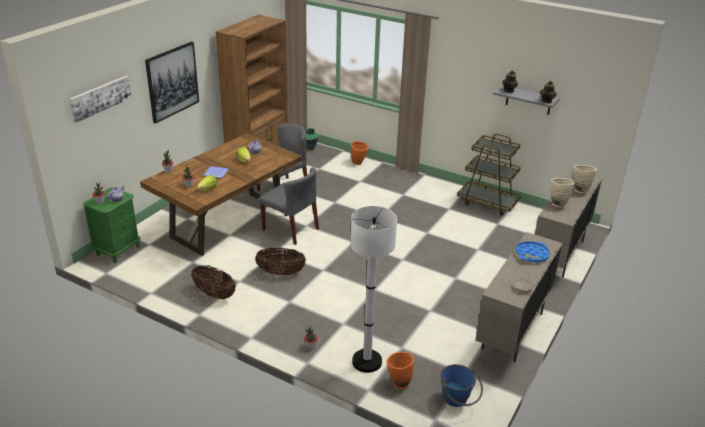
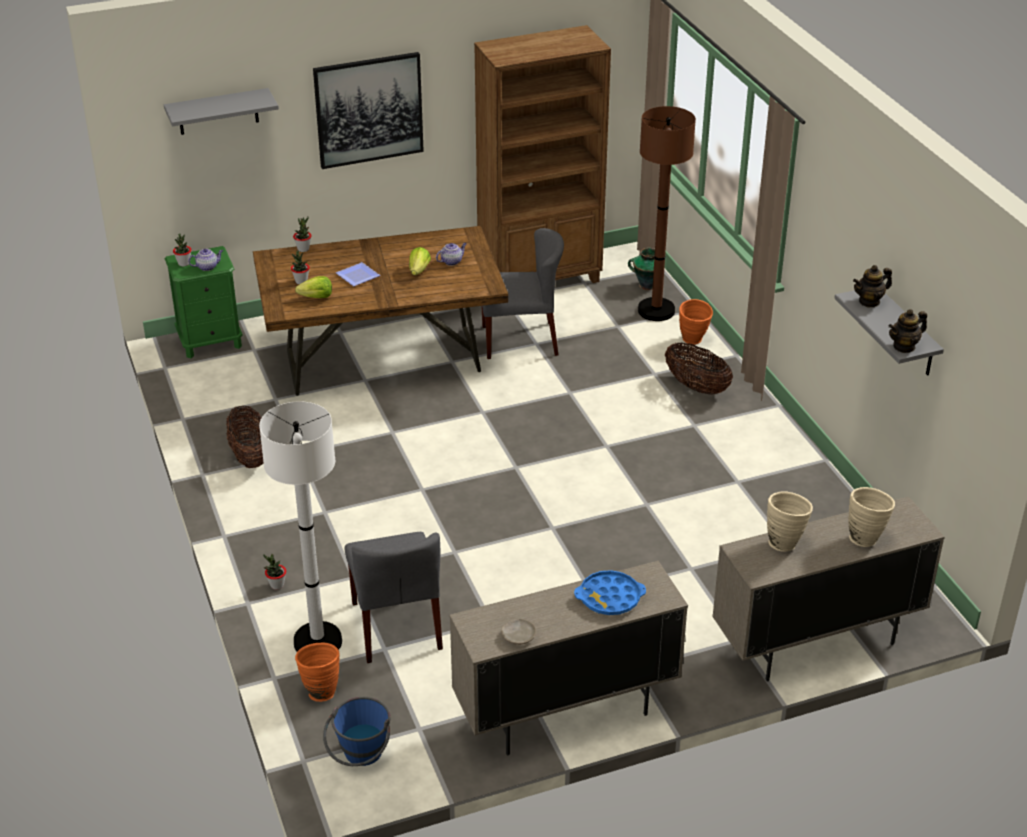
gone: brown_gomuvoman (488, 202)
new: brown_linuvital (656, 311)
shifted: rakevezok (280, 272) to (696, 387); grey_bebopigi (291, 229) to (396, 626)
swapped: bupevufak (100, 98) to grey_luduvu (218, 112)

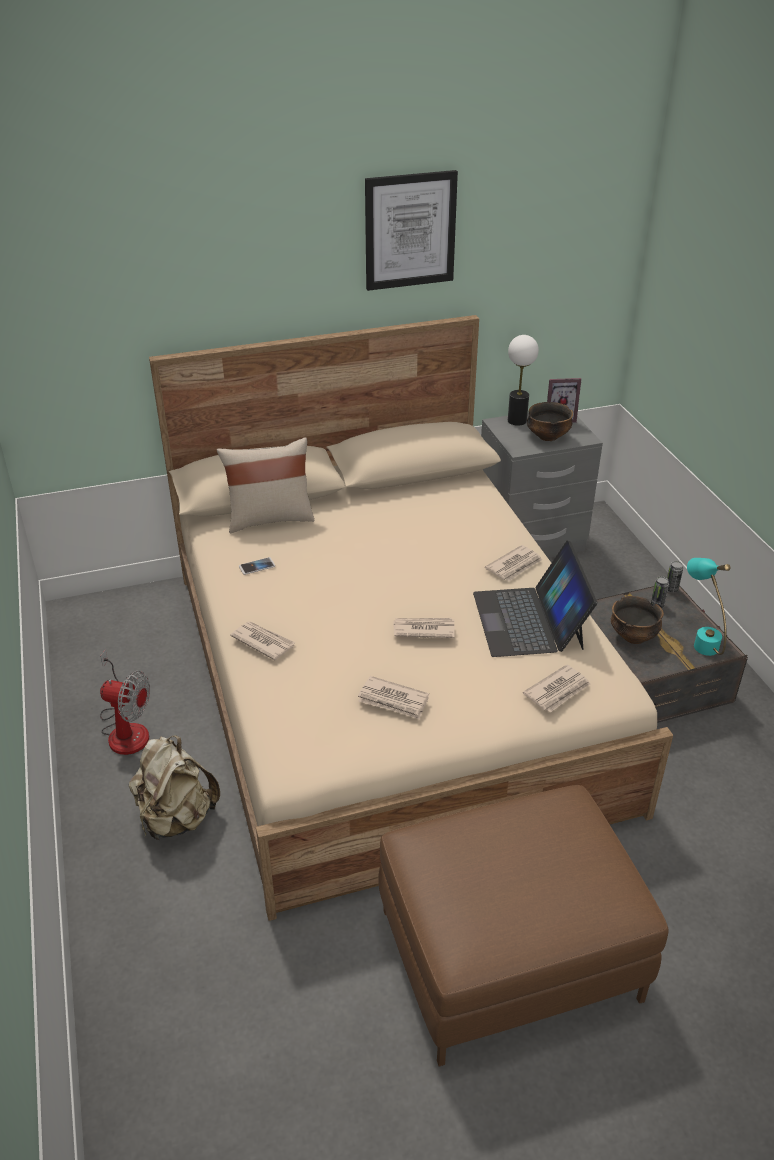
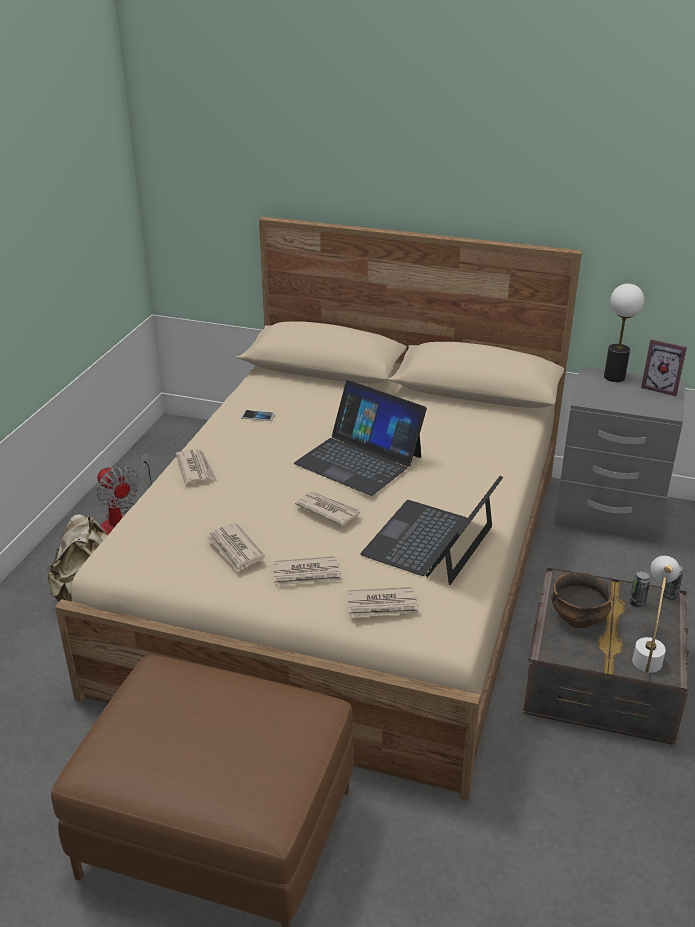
gone: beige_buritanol (270, 518); bupevufak (410, 230); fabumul (547, 437)
new: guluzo (359, 460)
shifted: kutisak (515, 566) to (307, 574)
repainted: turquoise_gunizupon (700, 639) to white_gunizupon (648, 652)

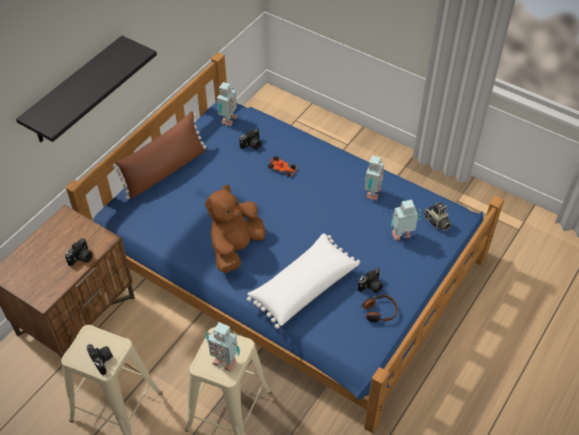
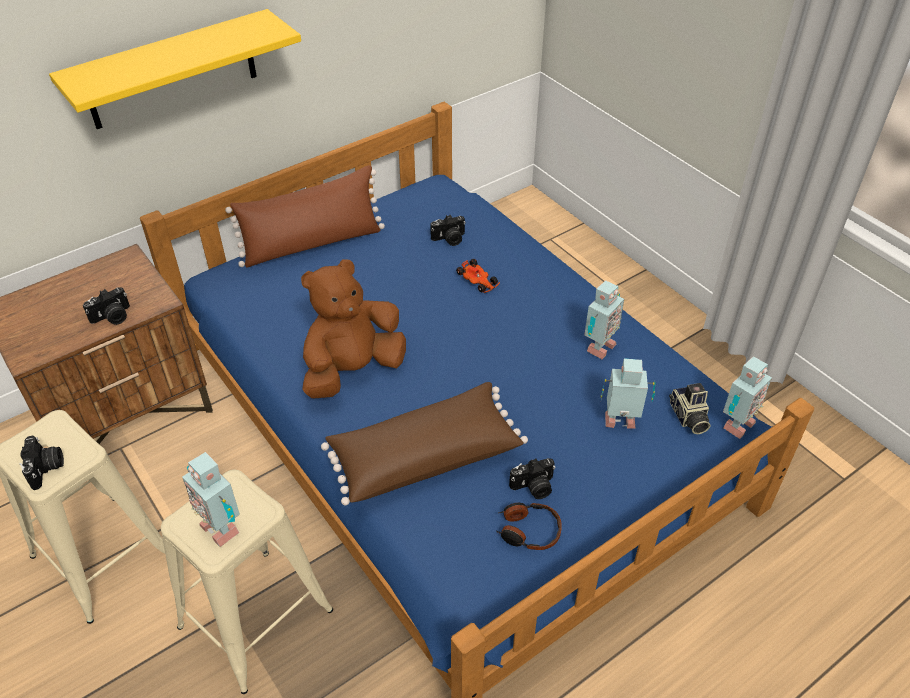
shifted: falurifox (227, 120) to (735, 425)
repainted: black_luduvu (75, 91) to yellow_luduvu (171, 70); white_buritanol (303, 287) to brown_buritanol (424, 455)

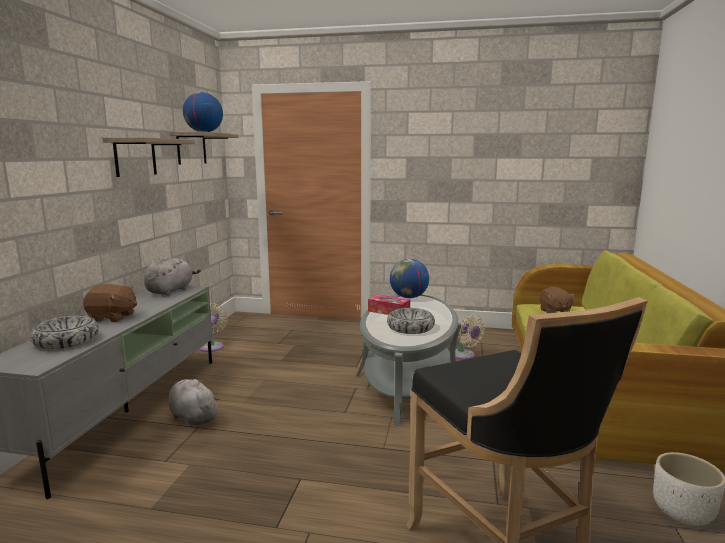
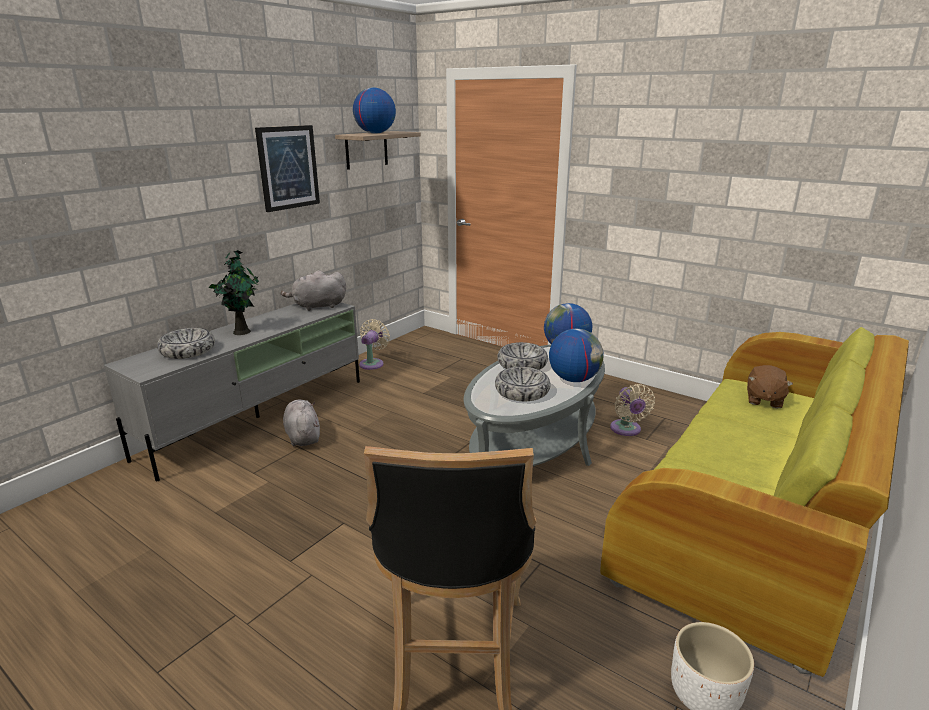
new: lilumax (574, 379)
swapped: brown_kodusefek (112, 317) to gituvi (242, 331); luduvu (135, 157) to bupevufak (288, 167); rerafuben (389, 311) to fabumul (522, 364)
rotated: grey_kodusefek (171, 290) = (317, 306) 150 degrees counterclockwise

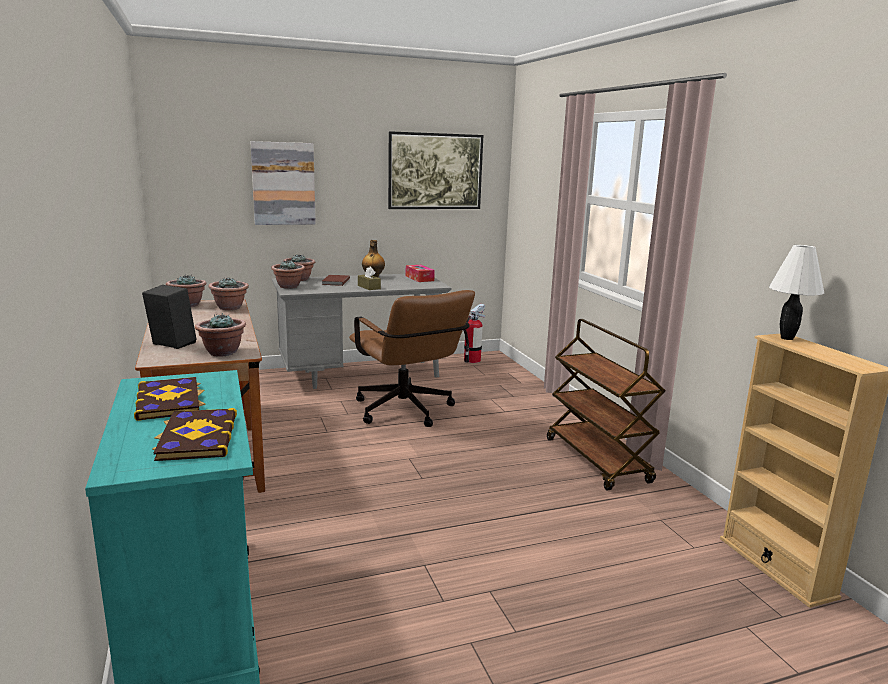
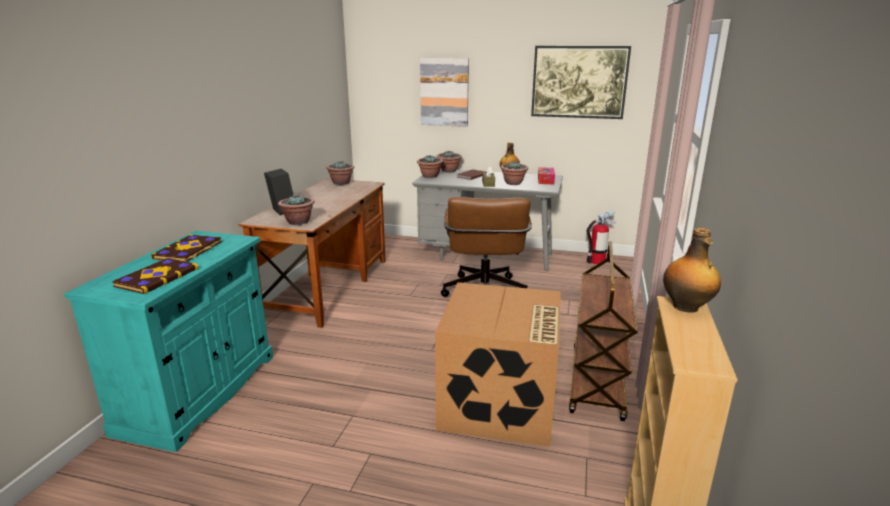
new: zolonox (500, 404)
shifted: gituvi (230, 308) to (513, 183)
swapped: white_gunizupon (787, 338) to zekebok (686, 307)

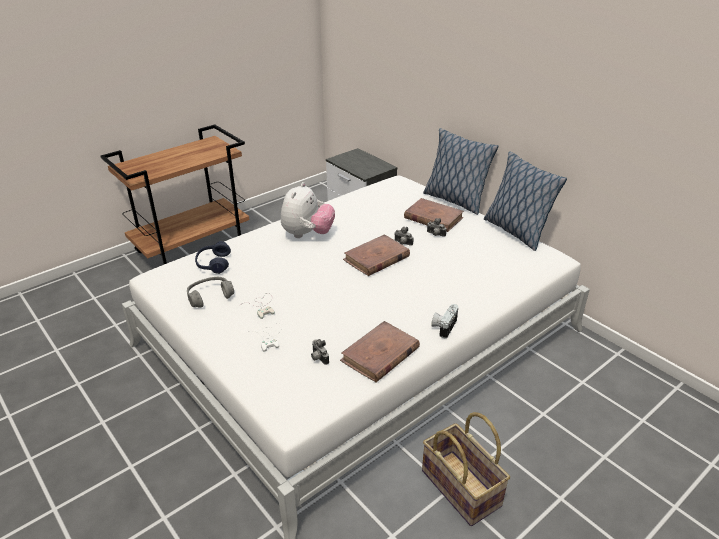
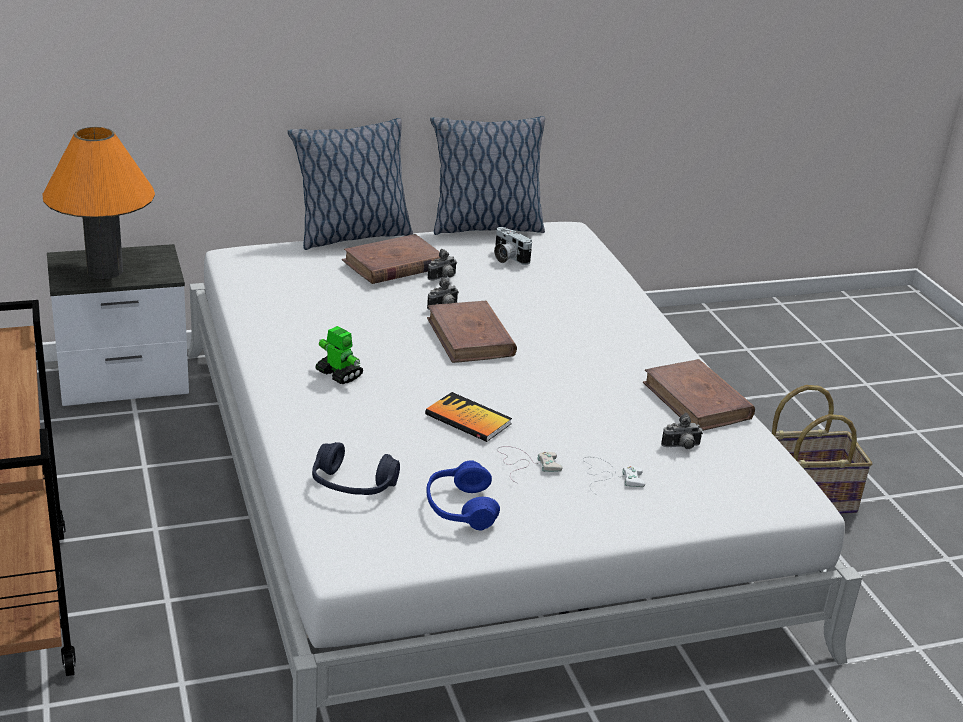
new: orange_gunizupon (105, 271); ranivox (468, 419)
shifted: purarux (443, 326) to (507, 258)
swapped: kodusefek (307, 234) to falurifox (338, 374)
repainted: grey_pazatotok (210, 296) to blue_pazatotok (460, 508)

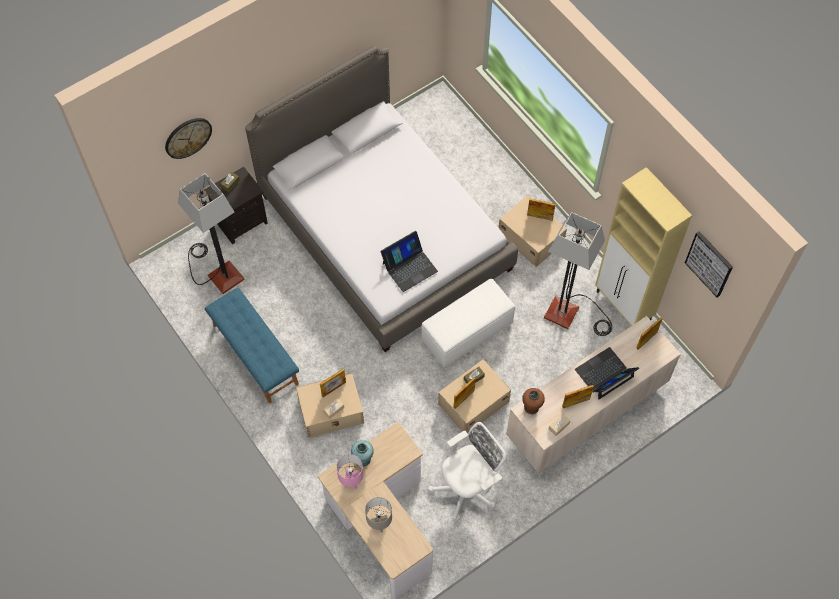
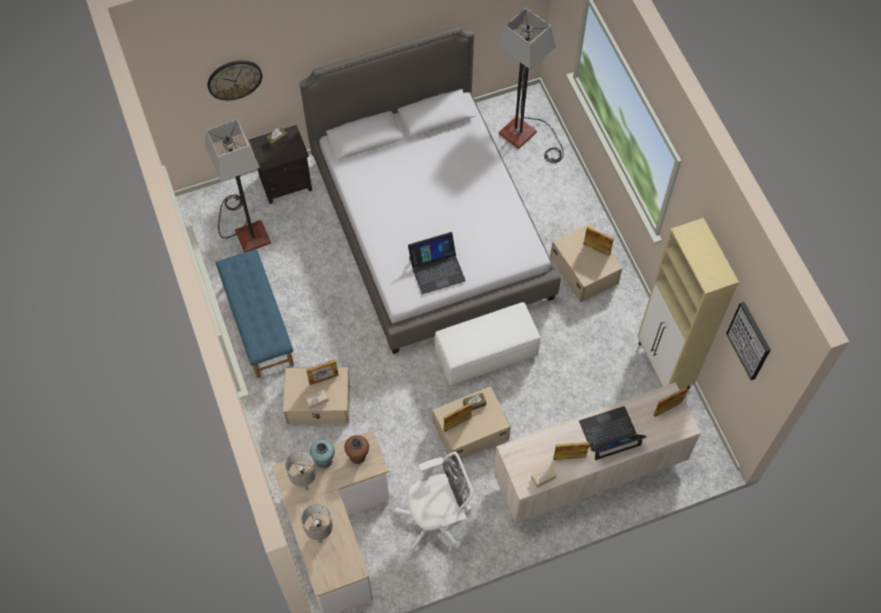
shifted: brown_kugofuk (531, 407) to (357, 456); linuvital (571, 314) to (527, 137)
repainted: pink_gunizupon (351, 483) to grey_gunizupon (304, 482)

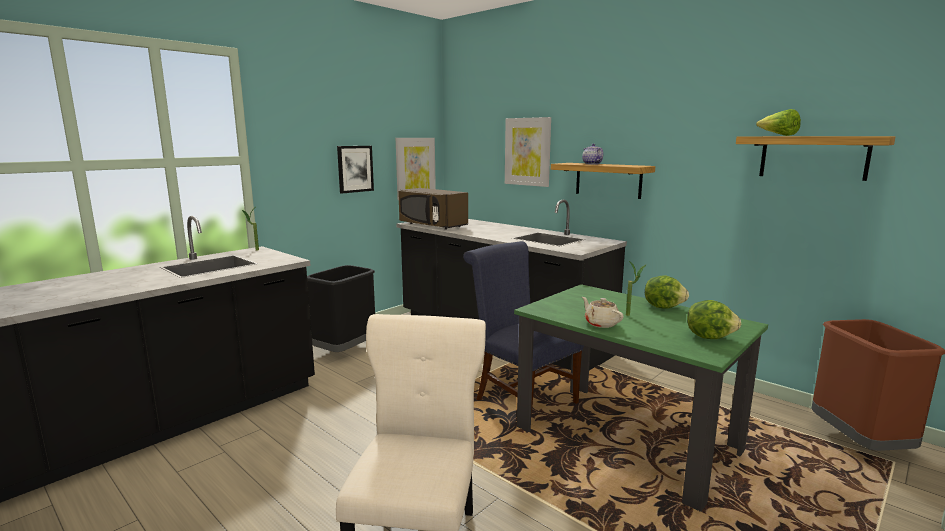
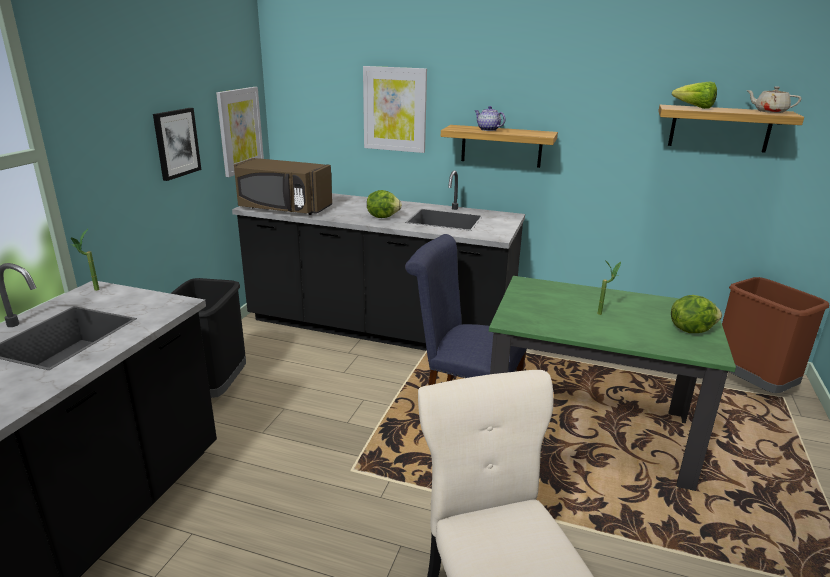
shifted: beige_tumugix (601, 323) to (769, 111); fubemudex (663, 307) to (383, 216)

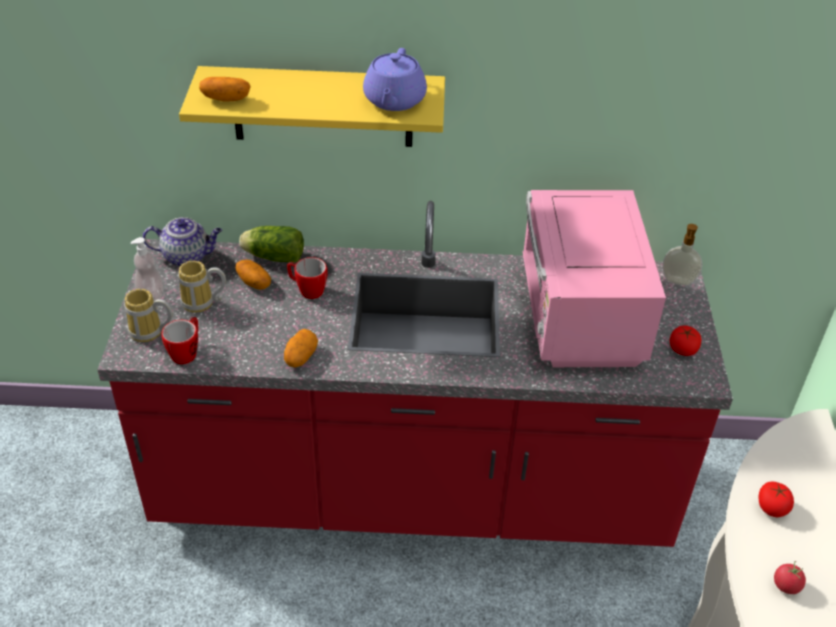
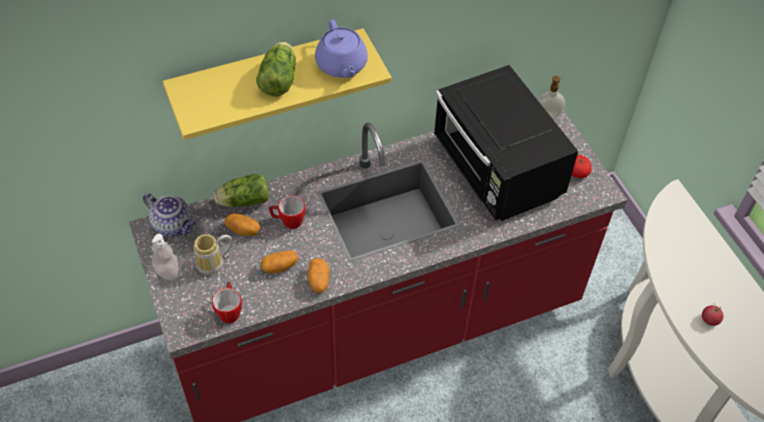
gone: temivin (150, 333); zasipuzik (772, 507)
new: fubemudex (279, 78)
shifted: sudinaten (226, 99) to (280, 266)
repainted: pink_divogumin (579, 317) to black_divogumin (496, 172)
rotated: tumugix (187, 256) = (174, 225) 60 degrees clockwise

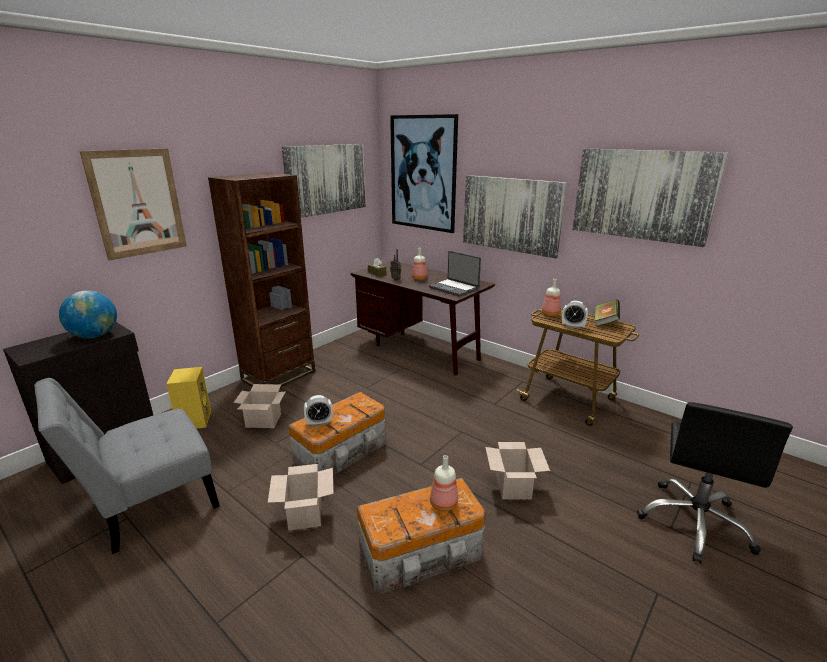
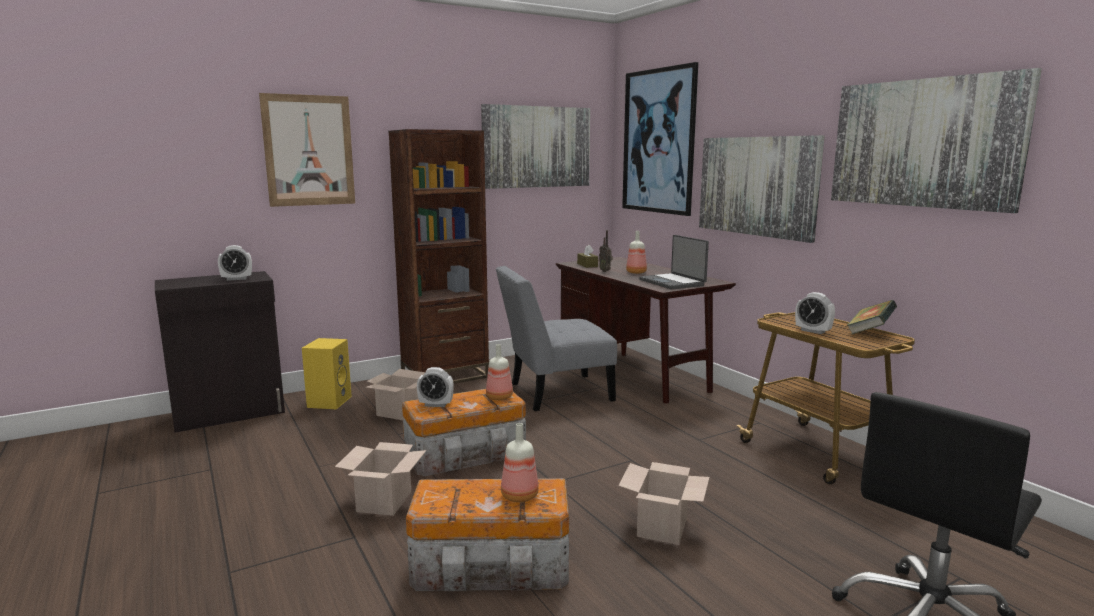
shifted: grey_bebopigi (149, 505) to (555, 393); zekebok (550, 314) to (499, 397)
swapped: lilumax (95, 336) to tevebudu (236, 279)

